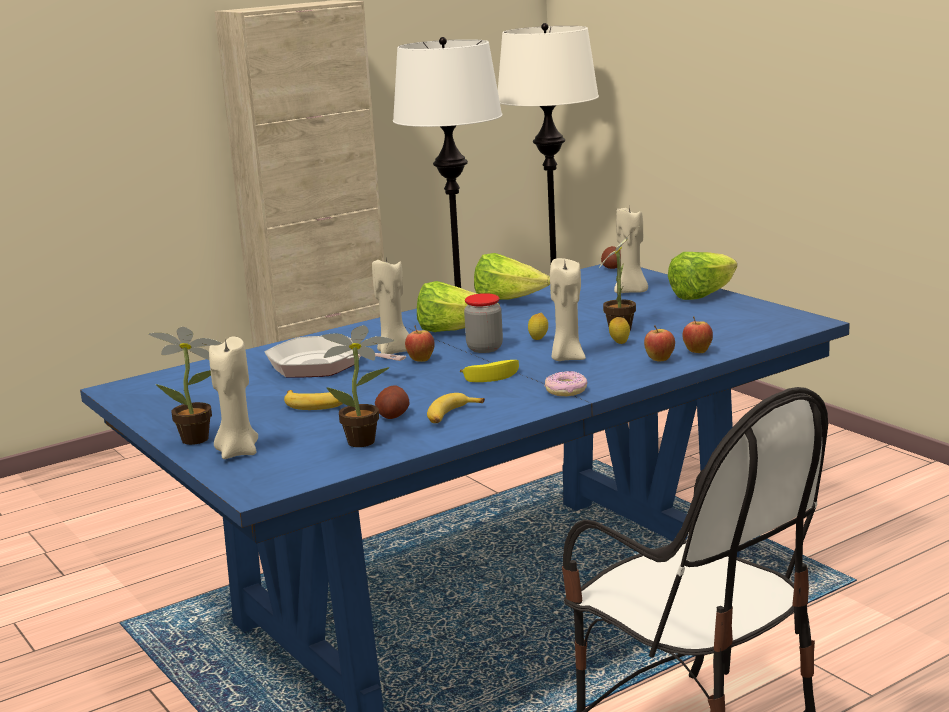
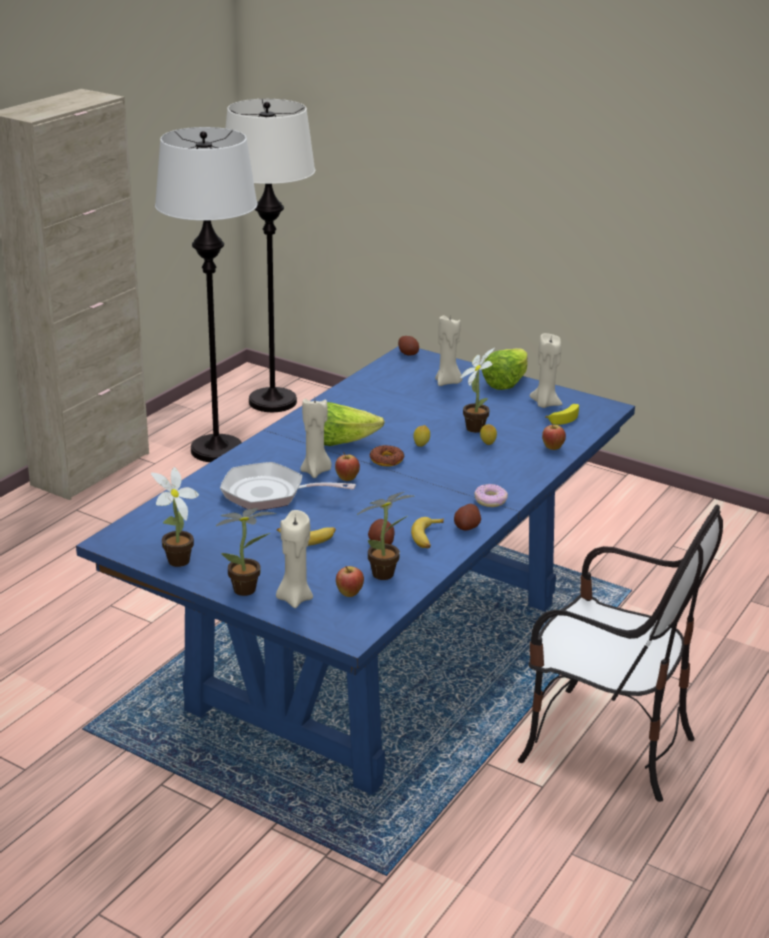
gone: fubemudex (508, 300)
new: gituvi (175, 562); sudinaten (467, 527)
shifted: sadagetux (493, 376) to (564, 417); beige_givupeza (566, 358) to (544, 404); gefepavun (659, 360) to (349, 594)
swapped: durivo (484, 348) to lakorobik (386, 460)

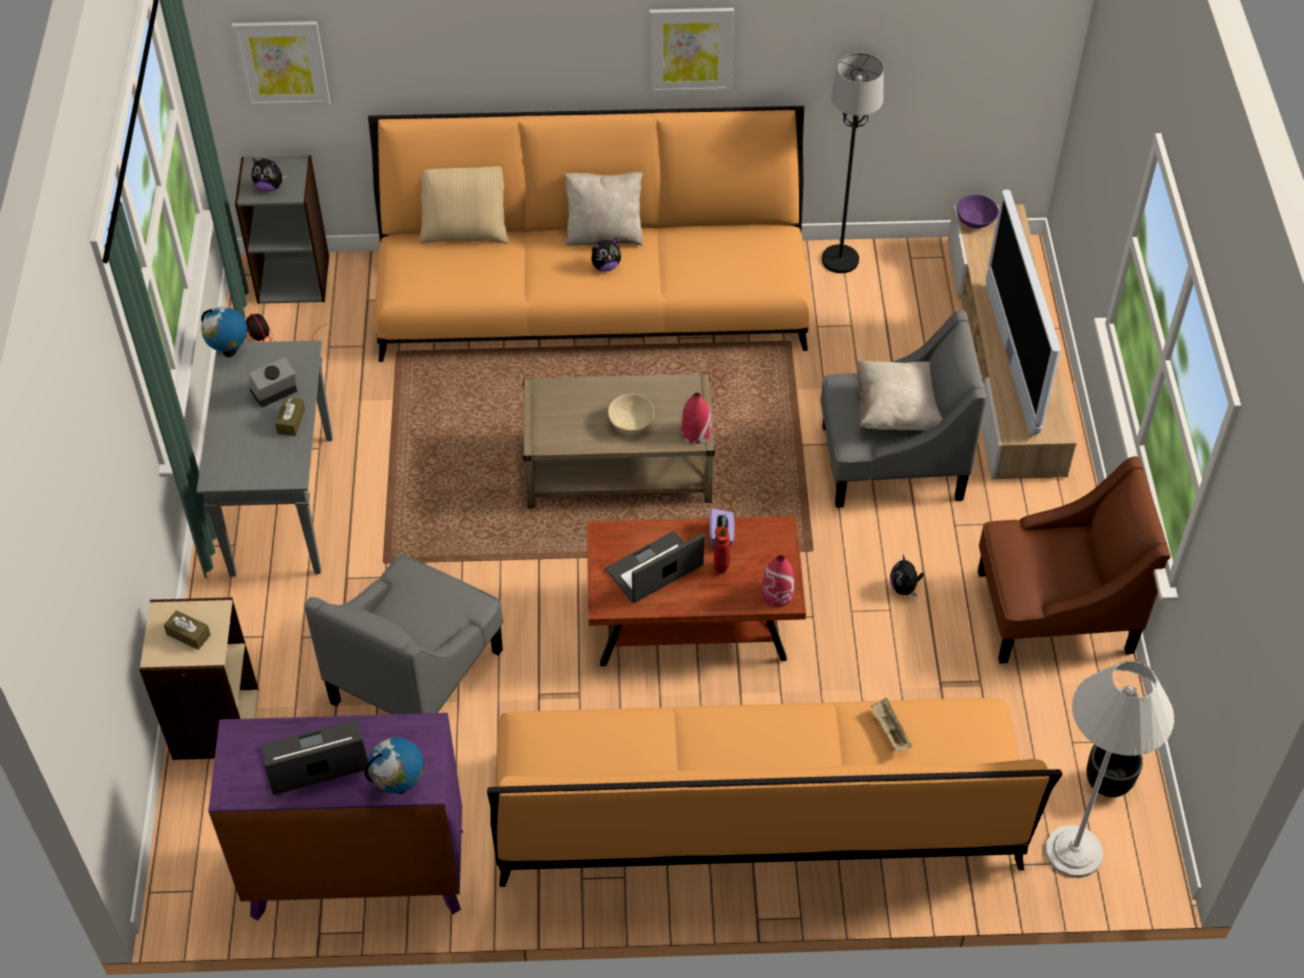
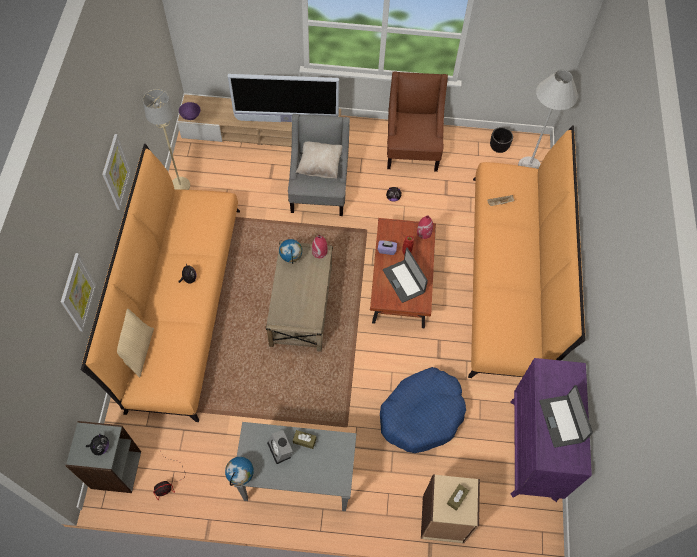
gone: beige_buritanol (604, 235); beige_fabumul (631, 423)
shifted: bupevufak (282, 63) to (77, 292); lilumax (400, 786) to (291, 259)
swapped: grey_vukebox (417, 676) to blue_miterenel (421, 414)
repainted: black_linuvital (840, 259) to beige_linuvital (180, 185)

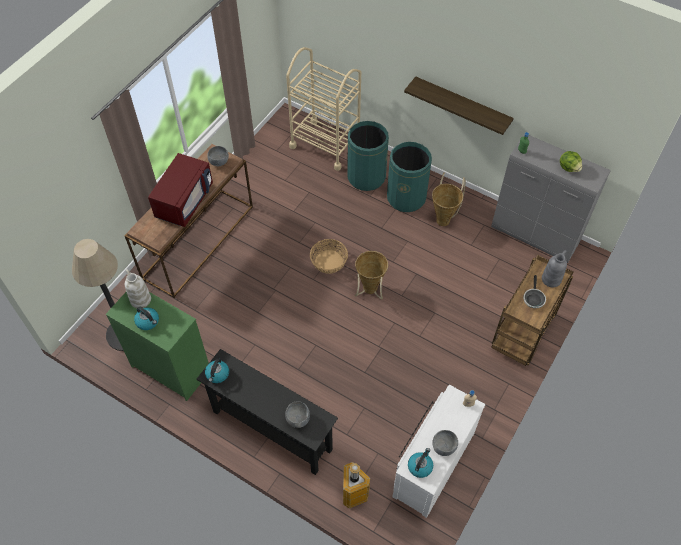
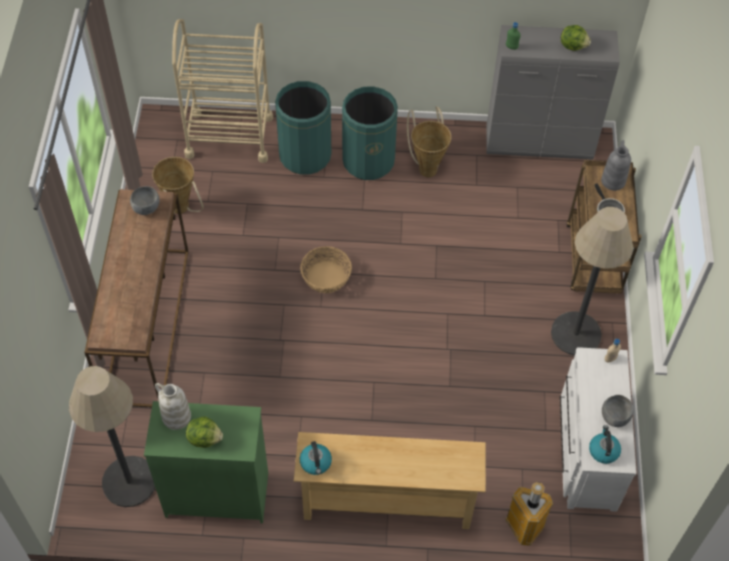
gone: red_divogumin (184, 201); grey_fabumul (298, 419); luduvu (462, 105)
new: linuvital (575, 334)
shifted: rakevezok (369, 291) to (181, 211)
swapped: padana (148, 321) to fubemudex (204, 438)
repainted: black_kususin (271, 430) to beige_kususin (387, 505)

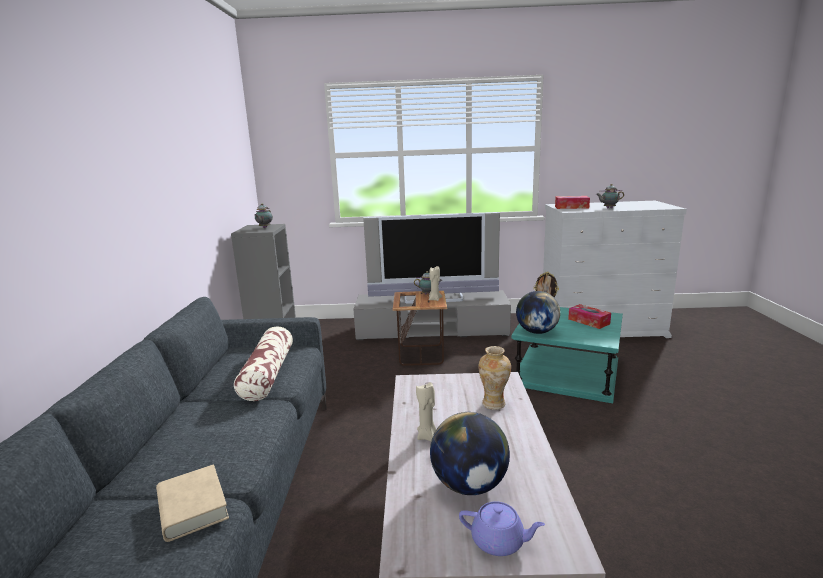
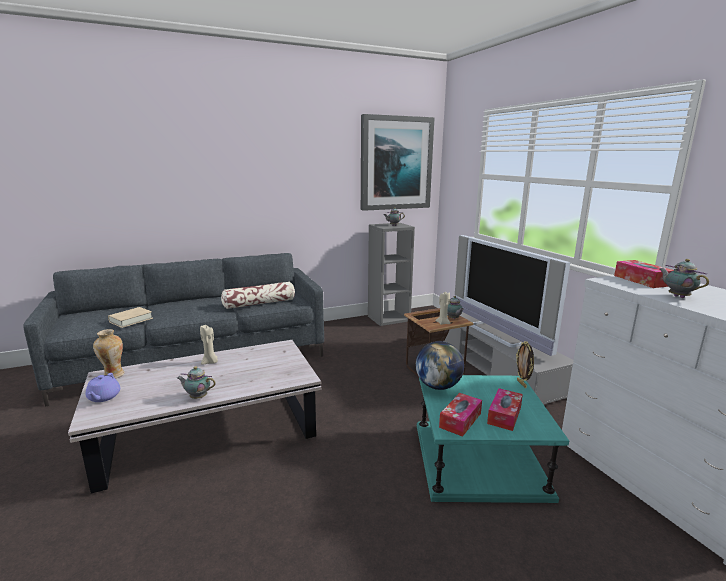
gone: lilumax (469, 485)
new: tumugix (197, 397); bupevufak (395, 163); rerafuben (460, 420)
shifted: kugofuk (493, 404) to (113, 375)

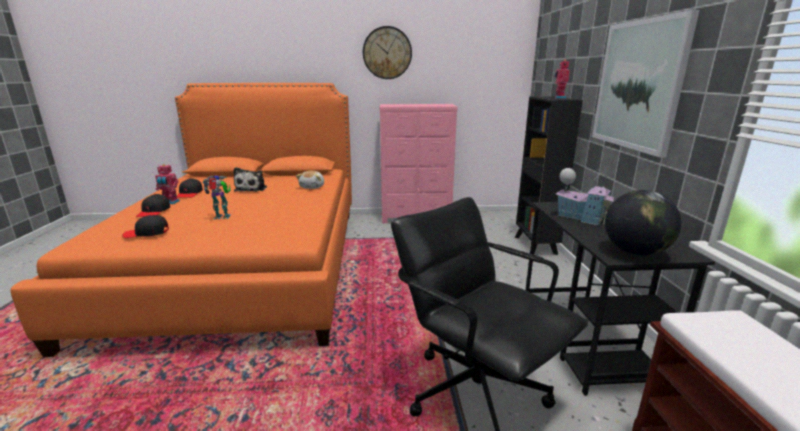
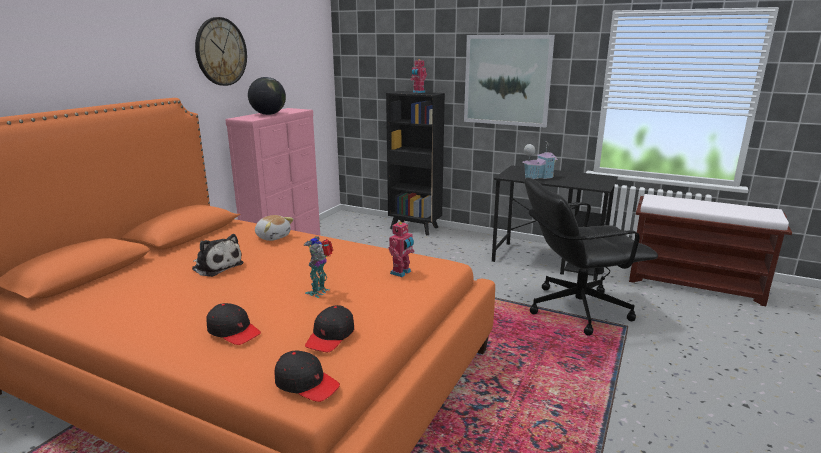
shifted: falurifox (170, 202) to (401, 273); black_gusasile (190, 193) to (306, 383); lilumax (635, 252) to (268, 114)

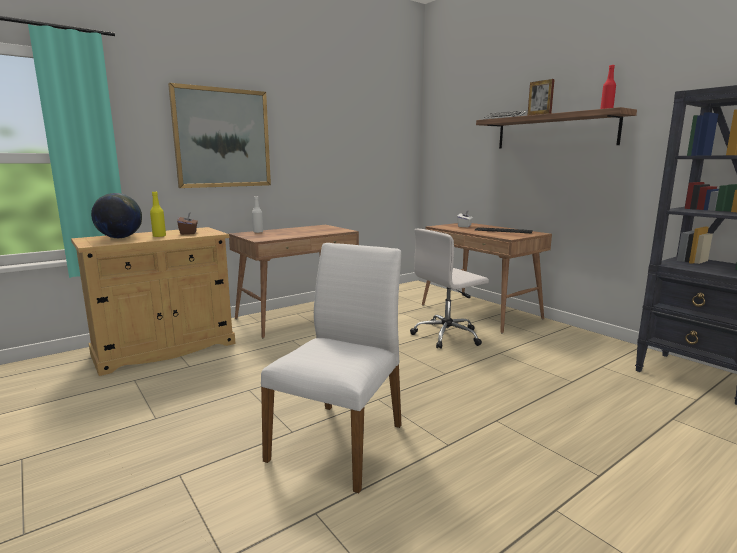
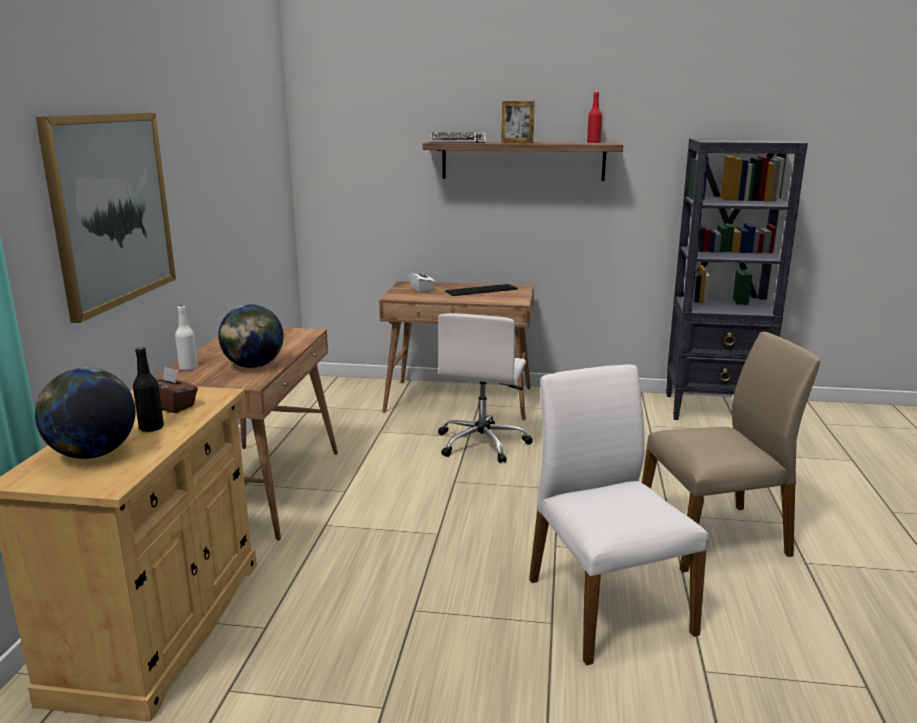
new: lilumax (253, 366); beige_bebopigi (714, 535)
repainted: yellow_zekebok (159, 236) to black_zekebok (151, 428)

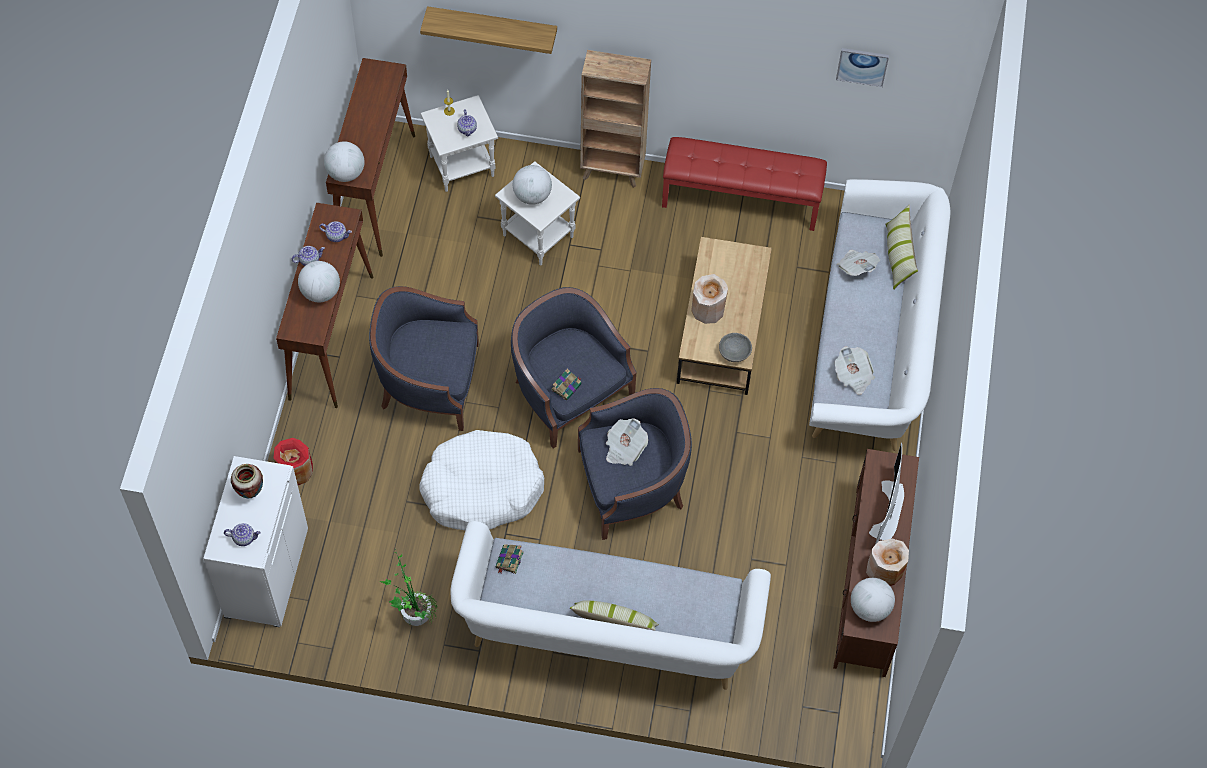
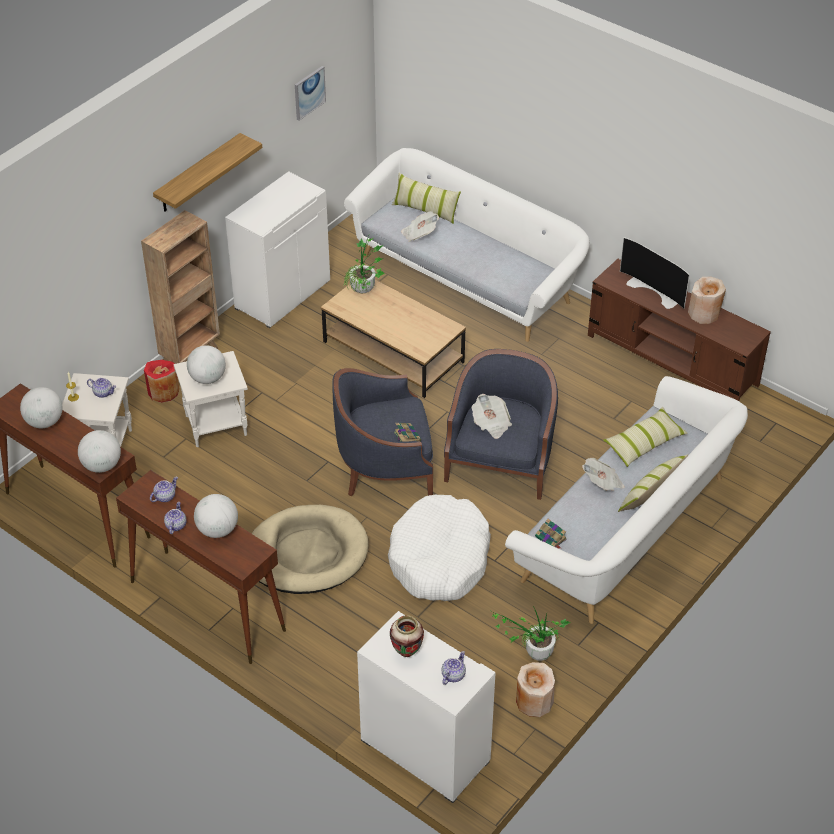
gone: grey_fabumul (734, 352)
new: gituvi (364, 292); buritanol (644, 443)
shifted: red_kugofuk (295, 470) to (163, 392); luduvu (492, 26) to (198, 174); beige_kugofuk (708, 309) to (534, 701); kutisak (853, 376) to (602, 483); lilumax (870, 608) to (44, 422)
swapped: blue_vukebox (429, 382) to beige_miterenel (307, 554); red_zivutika (741, 199) to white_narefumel (282, 294)

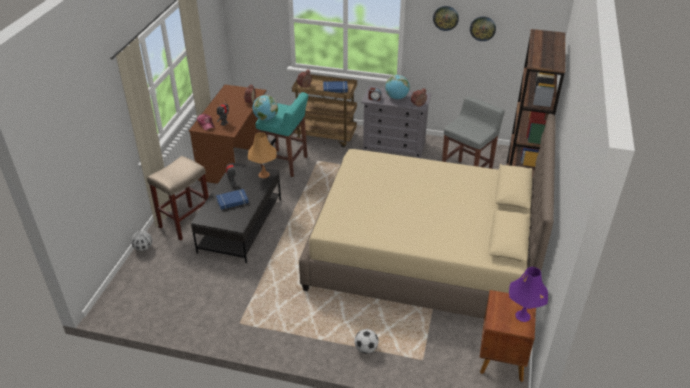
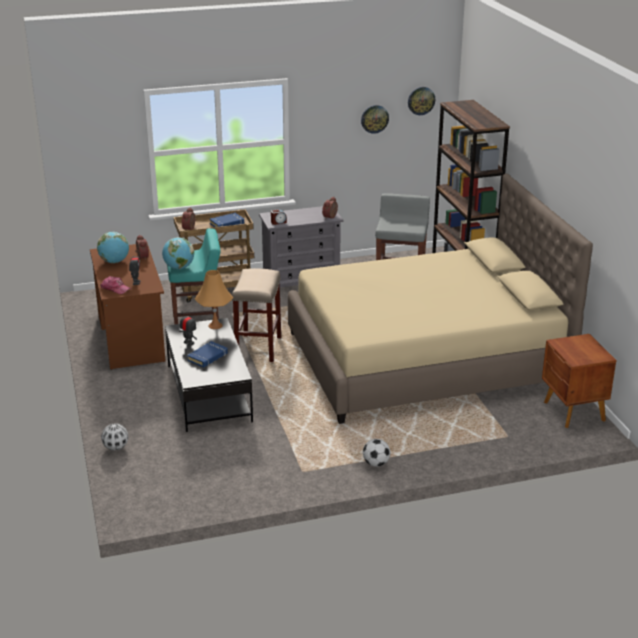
gone: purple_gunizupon (522, 316)
shifted: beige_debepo (185, 223) to (258, 349); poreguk (366, 349) to (376, 463); lilumax (396, 98) to (114, 262); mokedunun (445, 18) to (421, 100)

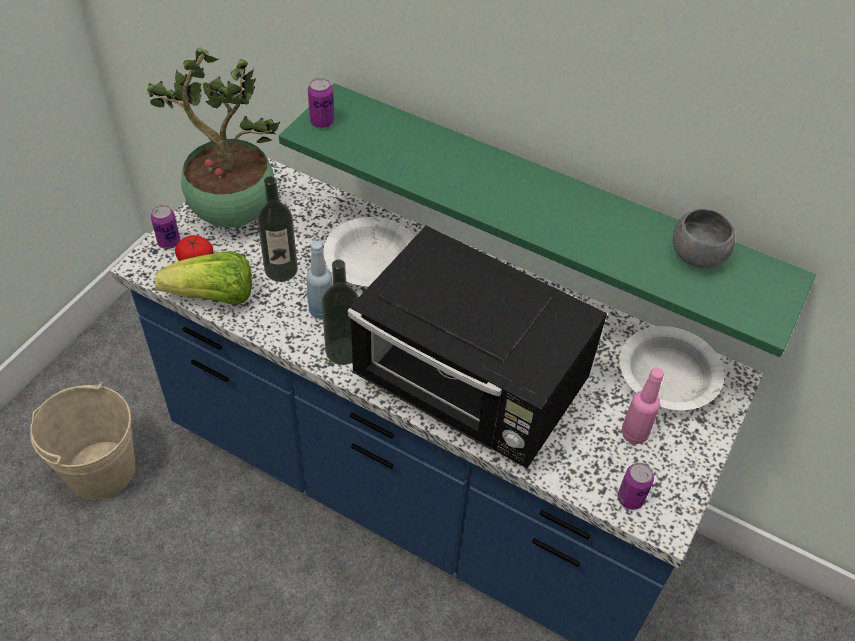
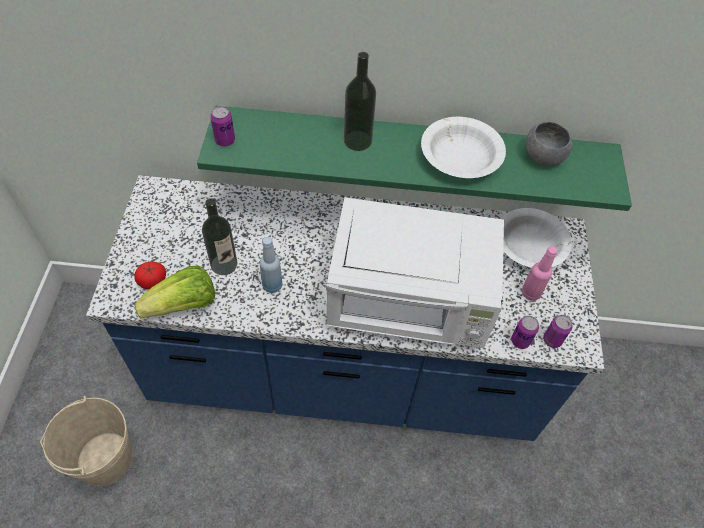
gone: gituvi (231, 214)
shifted: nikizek (169, 242) to (520, 341); zekebok (343, 351) to (357, 140); white_fabumul (371, 262) to (460, 157)
repainted: black_divogumin (470, 389) to white_divogumin (409, 304)

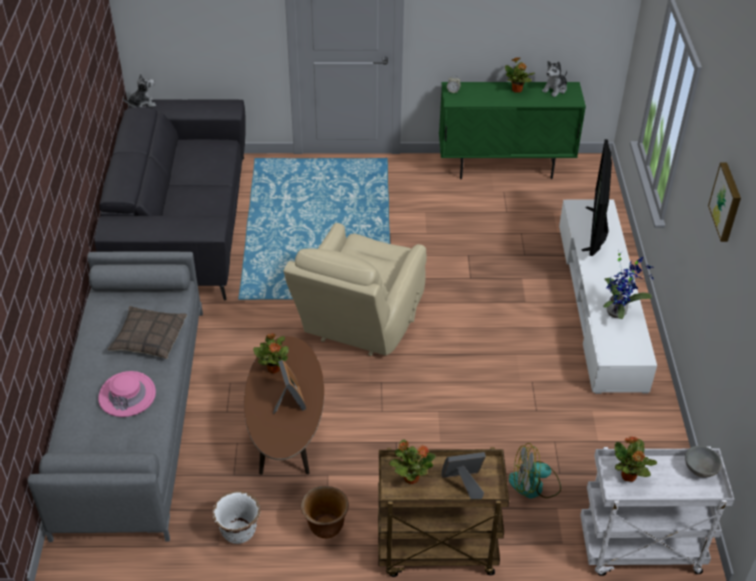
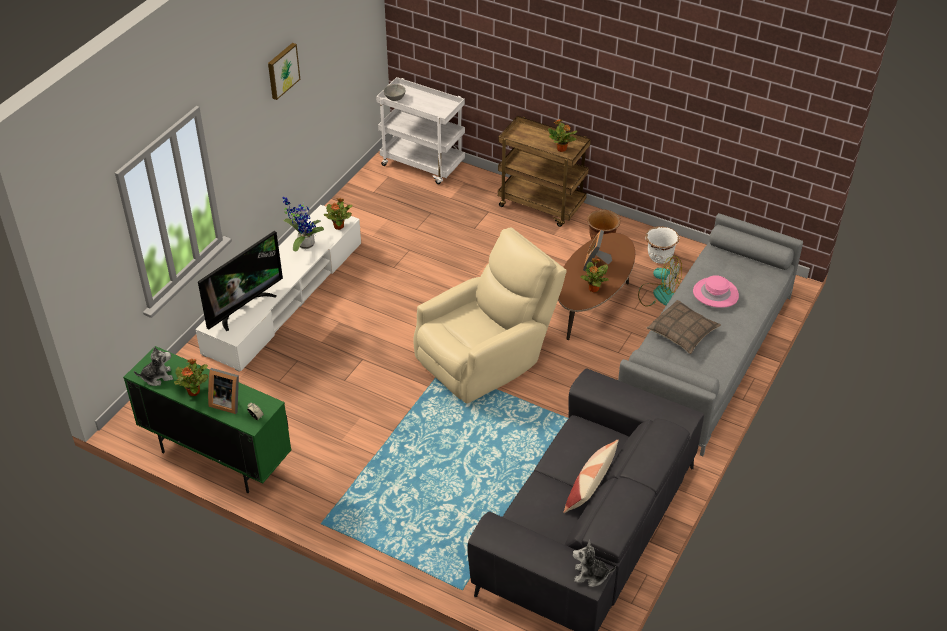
new: buritanol (590, 487)
shifted: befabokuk (464, 484) to (227, 402); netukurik (534, 485) to (658, 294); gituvi (628, 476) to (339, 226)

